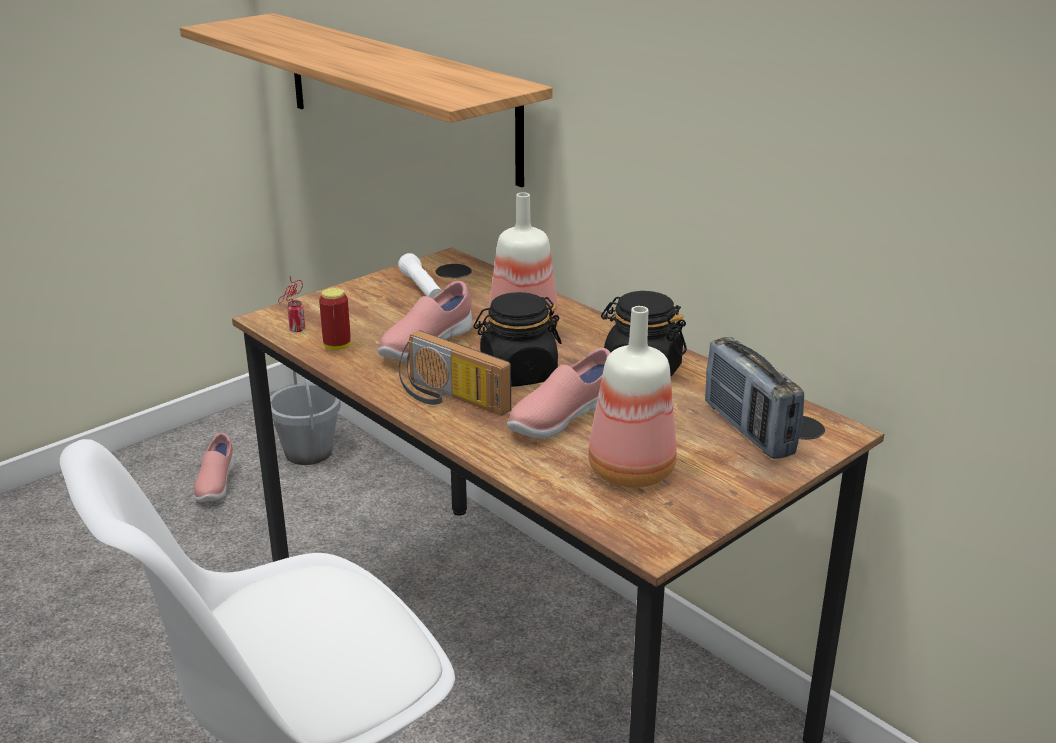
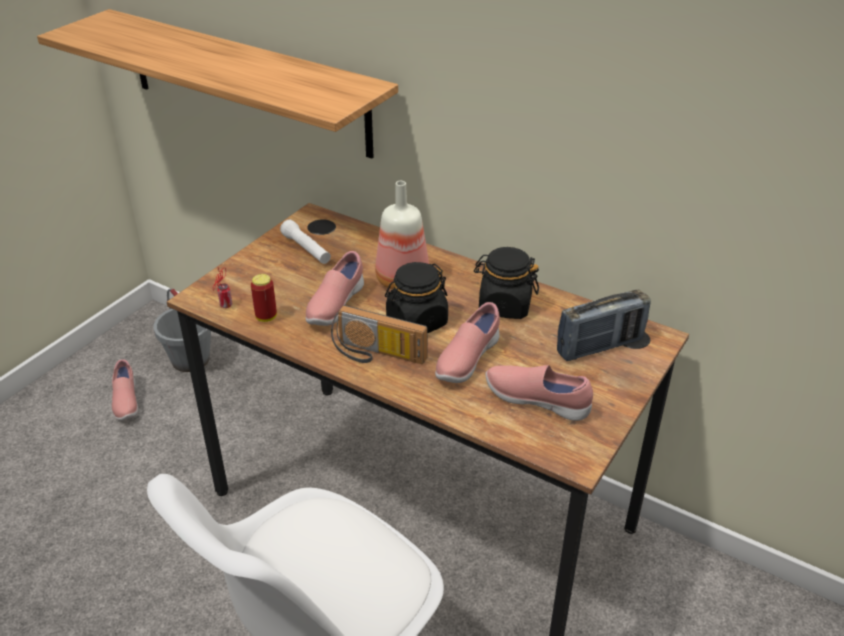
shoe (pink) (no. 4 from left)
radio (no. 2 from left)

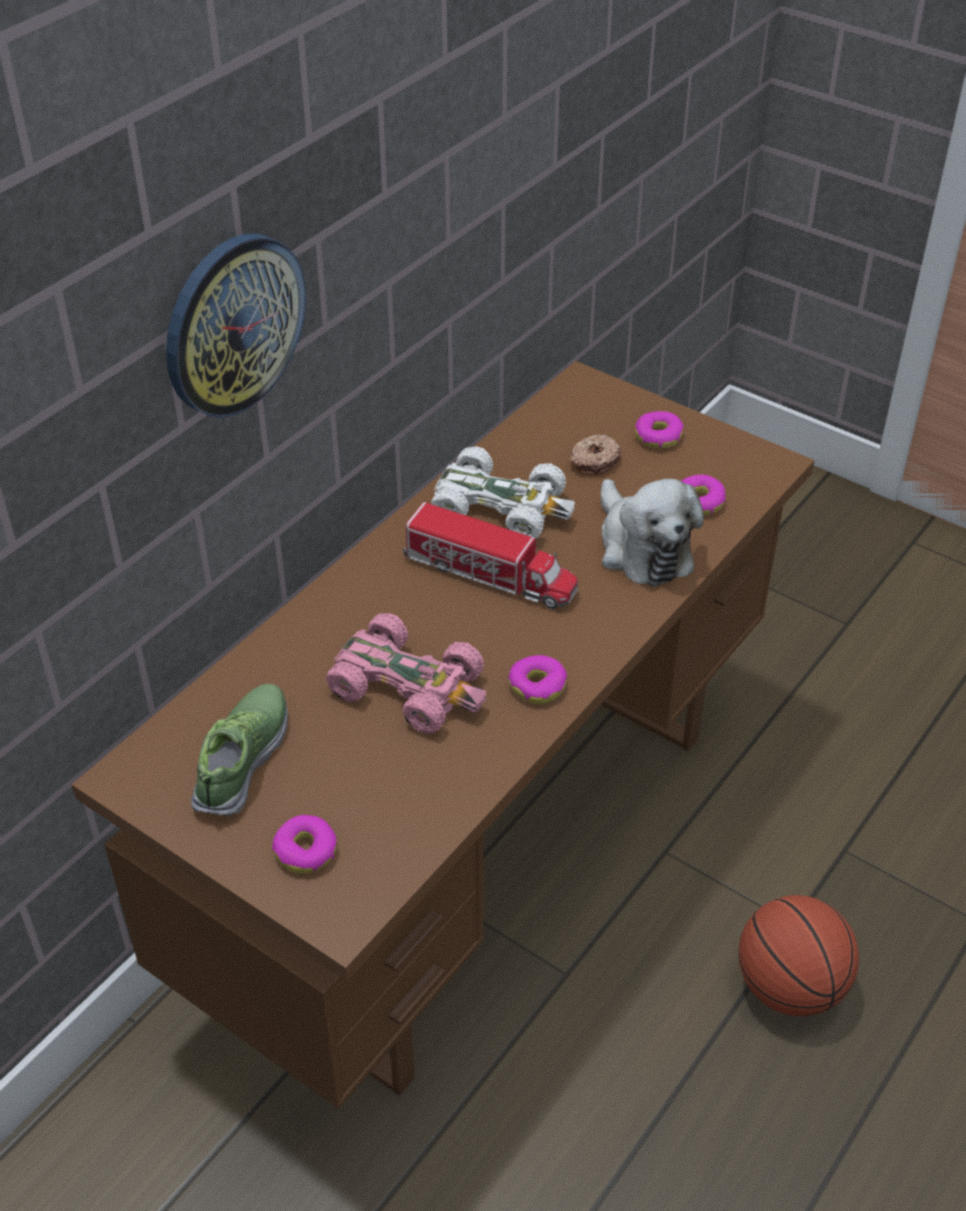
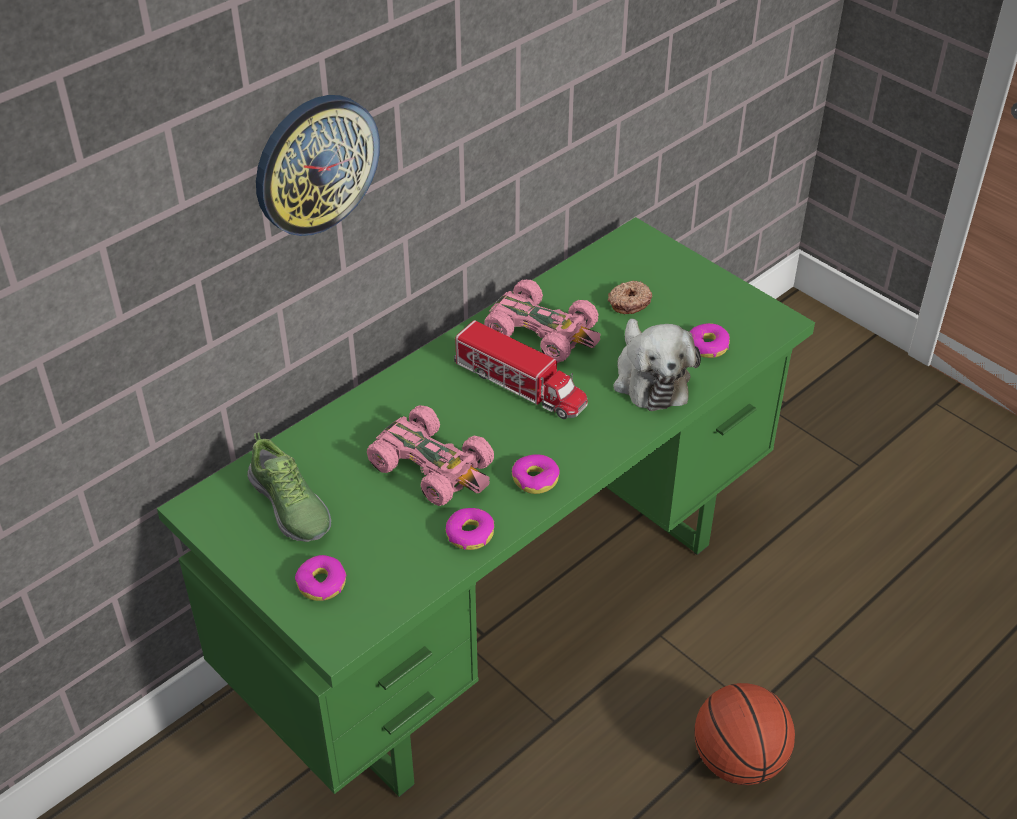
desk (green)
donut (no. 2 from left)
toy car (pink) (no. 2 from left)
shoe

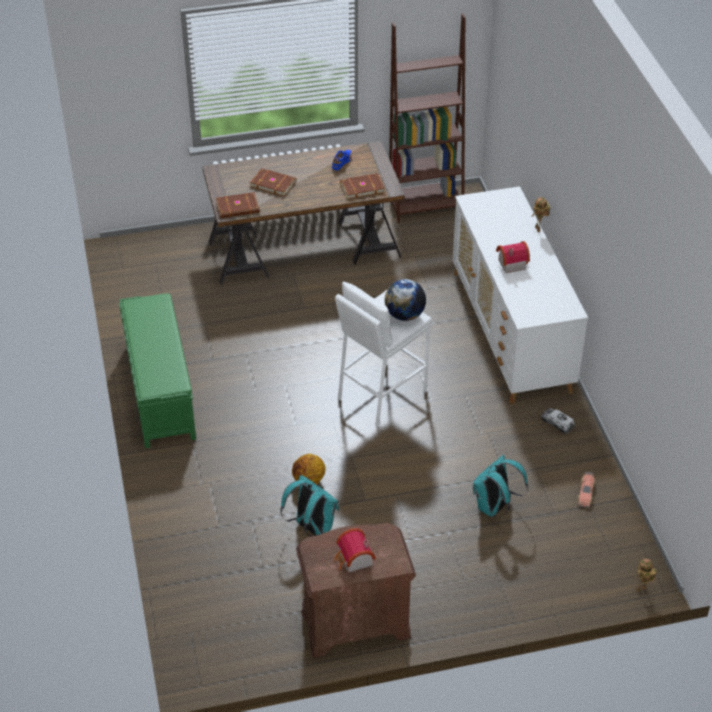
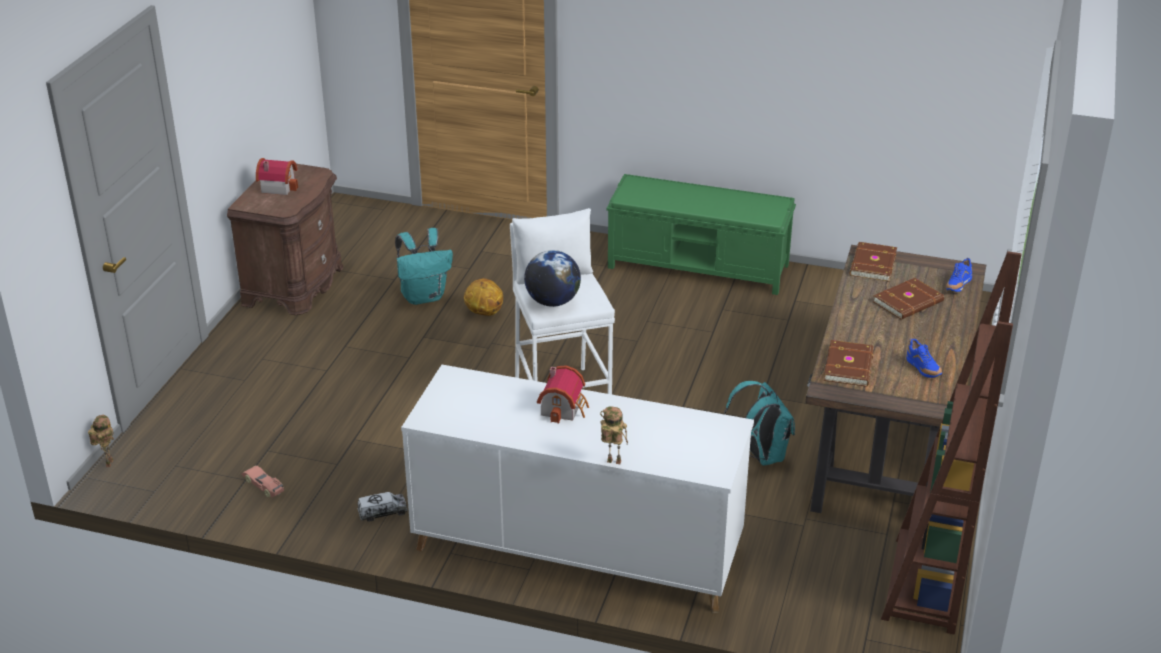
backpack (turquoise) (no. 2 from left)
shoe (blue) (no. 2 from left)

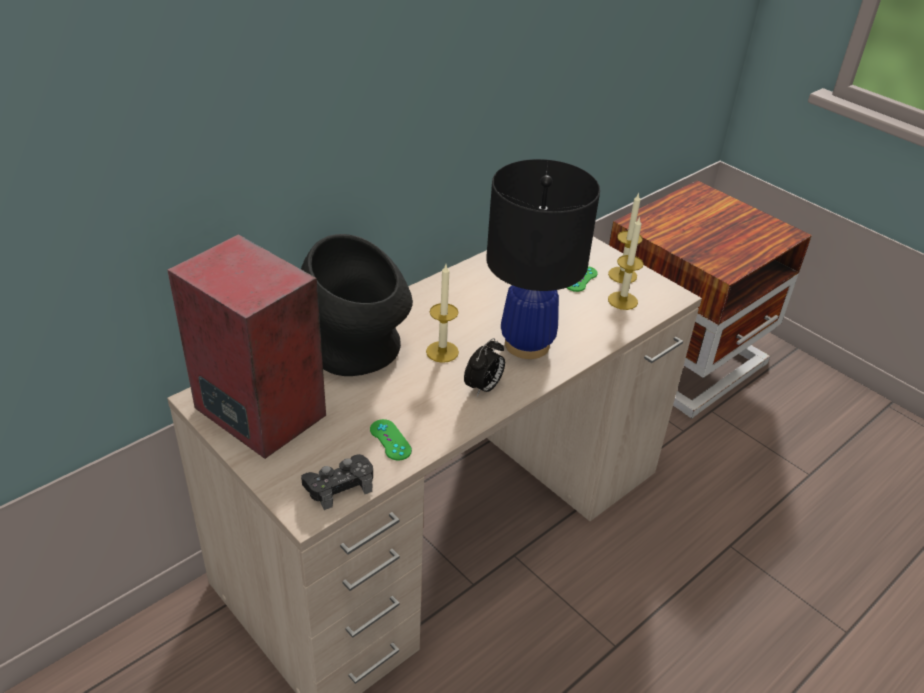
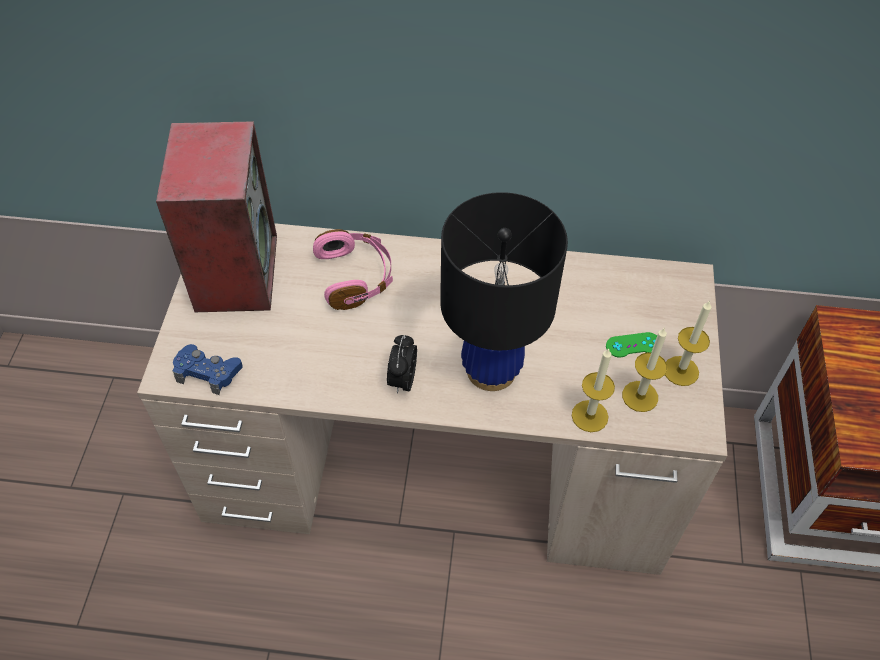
headphones (pink)
candle (no. 1 from left)
alarm clock
game controller (green) (no. 1 from left in the first image)
game controller (blue)

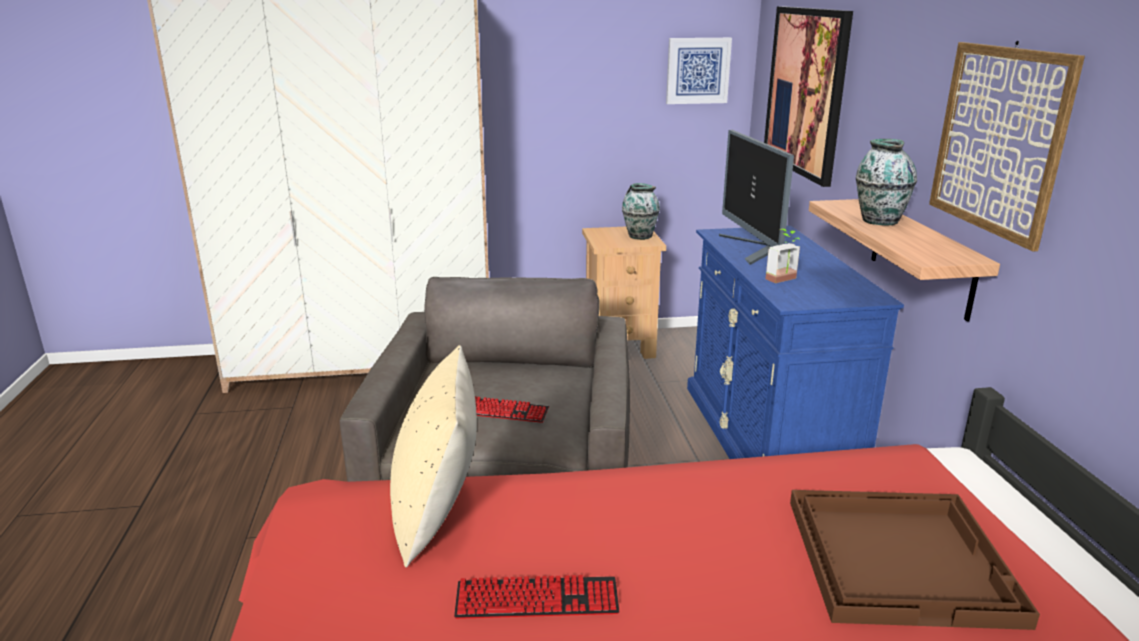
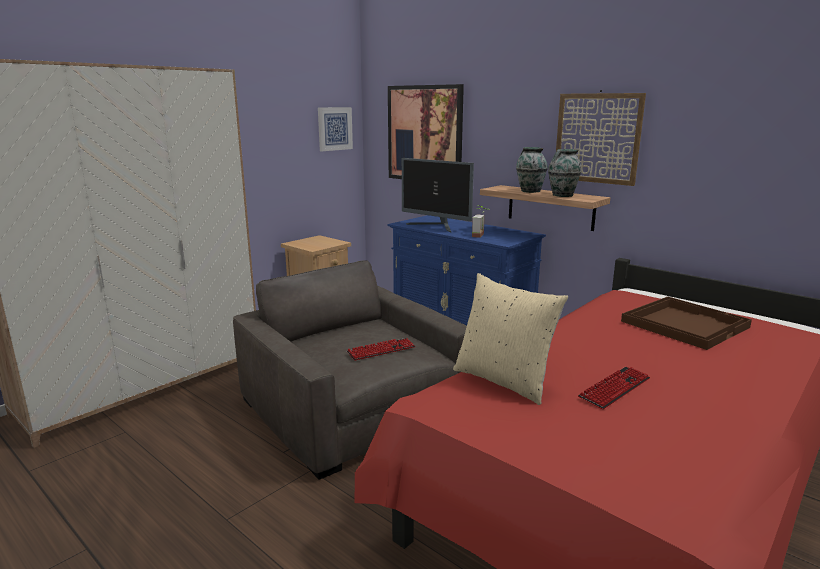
vase (no. 2 from left)

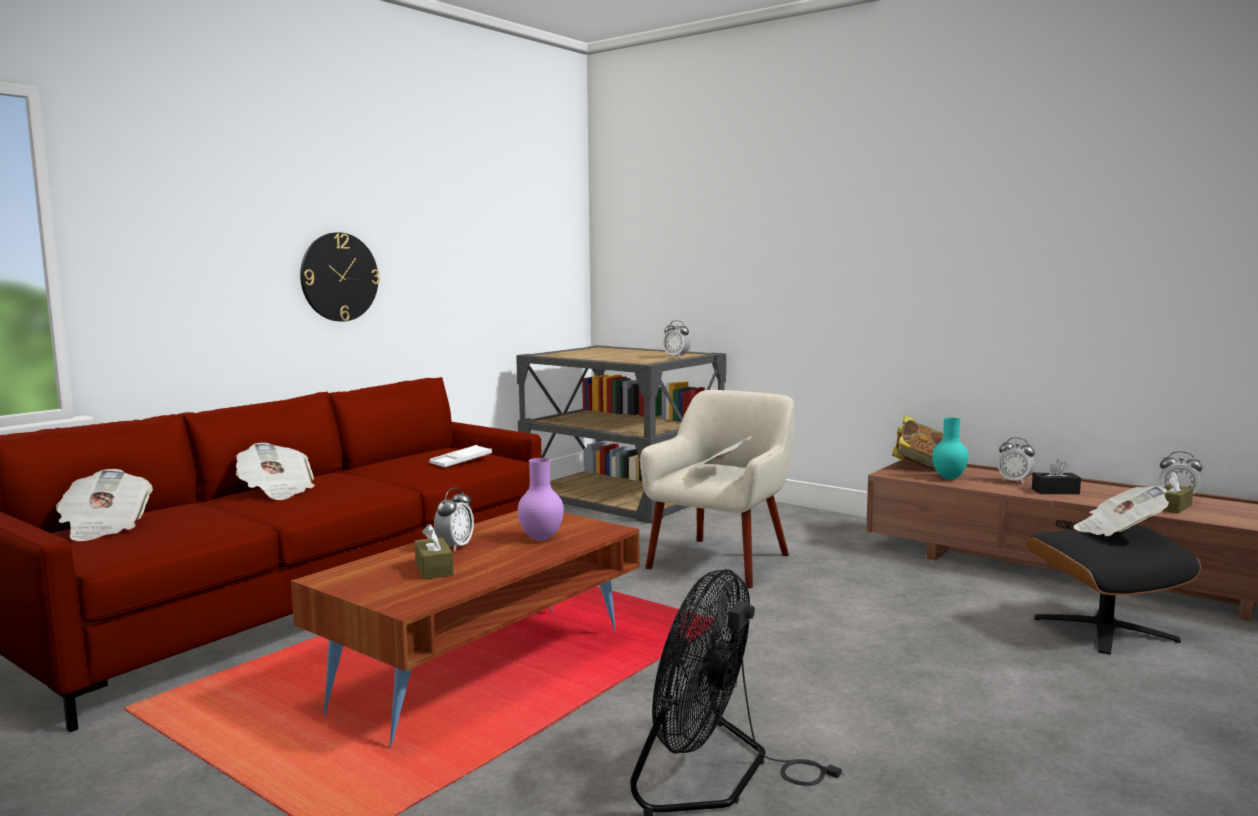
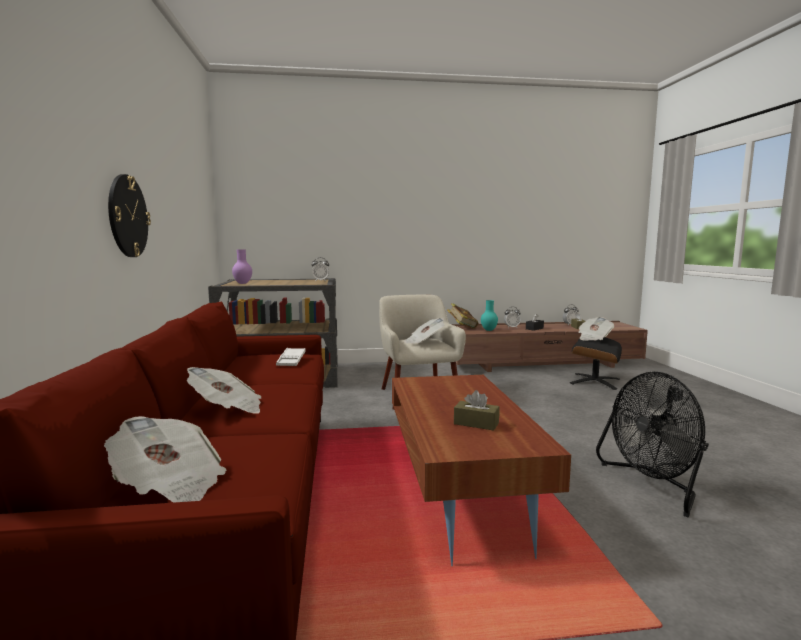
vase (purple)
alarm clock (no. 1 from left in the first image)

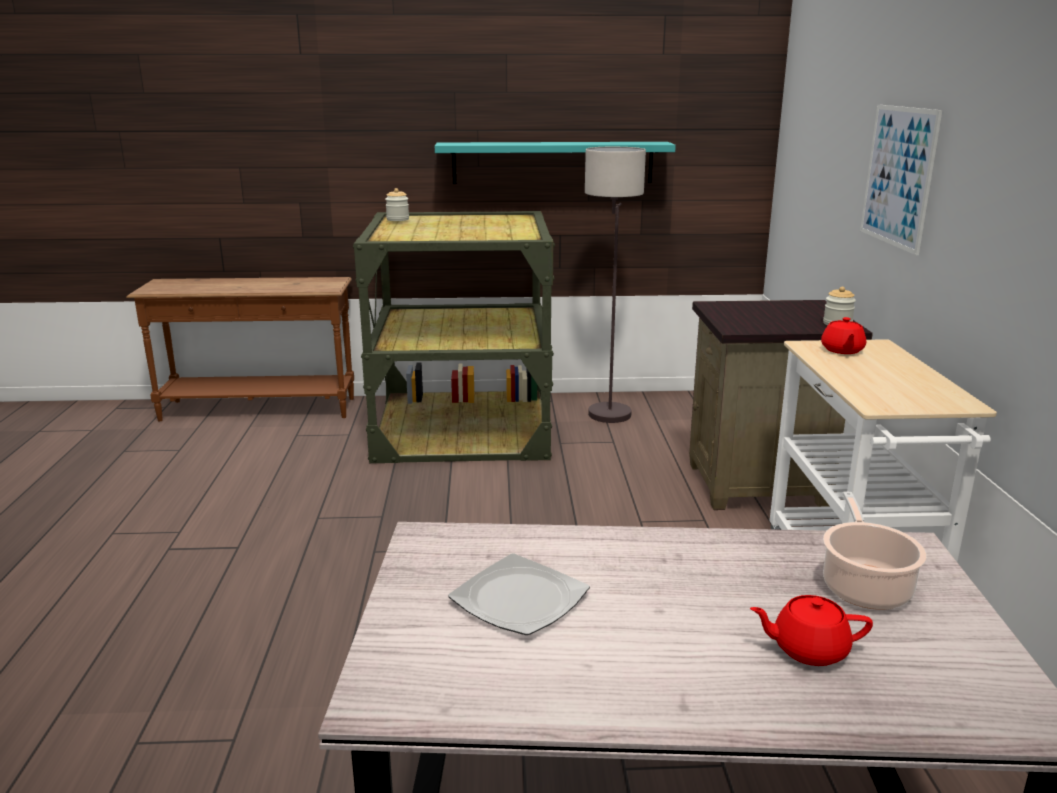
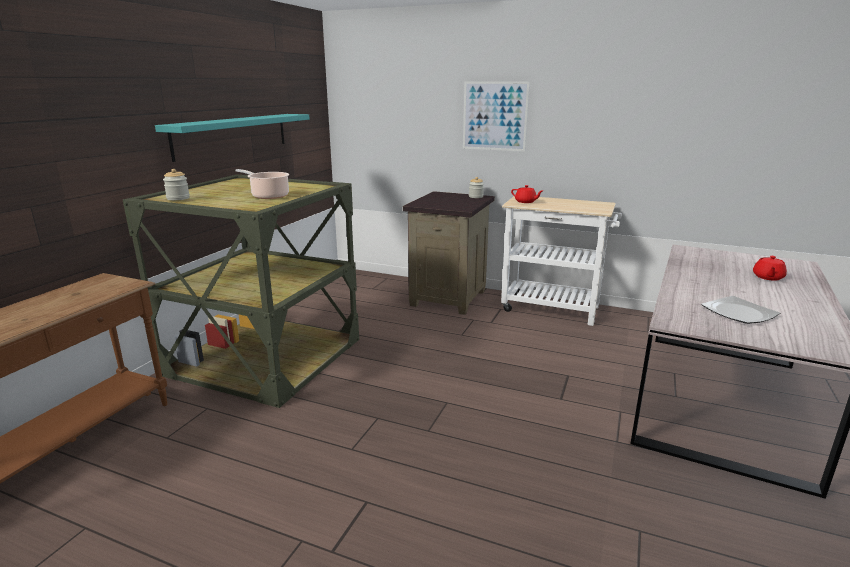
floor lamp (grey)
cooking pot

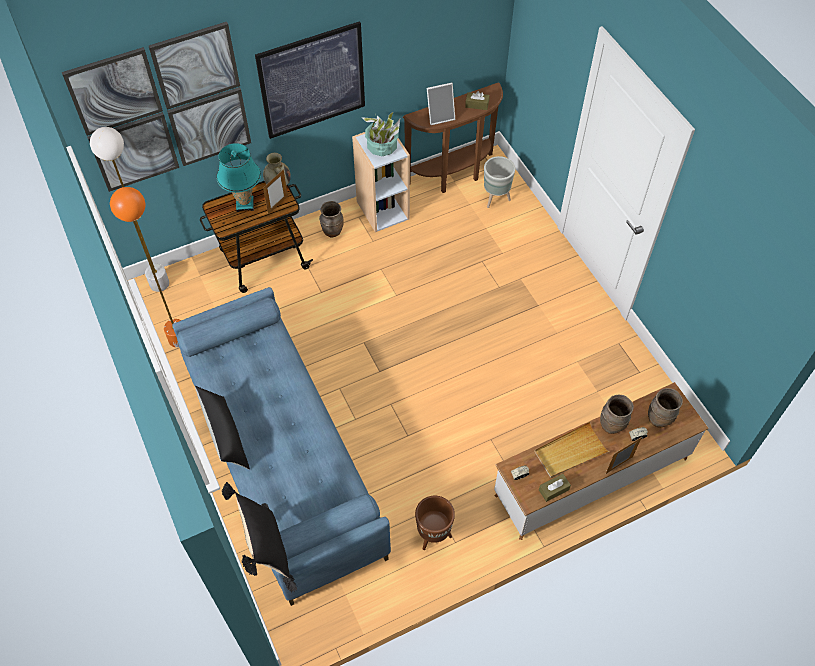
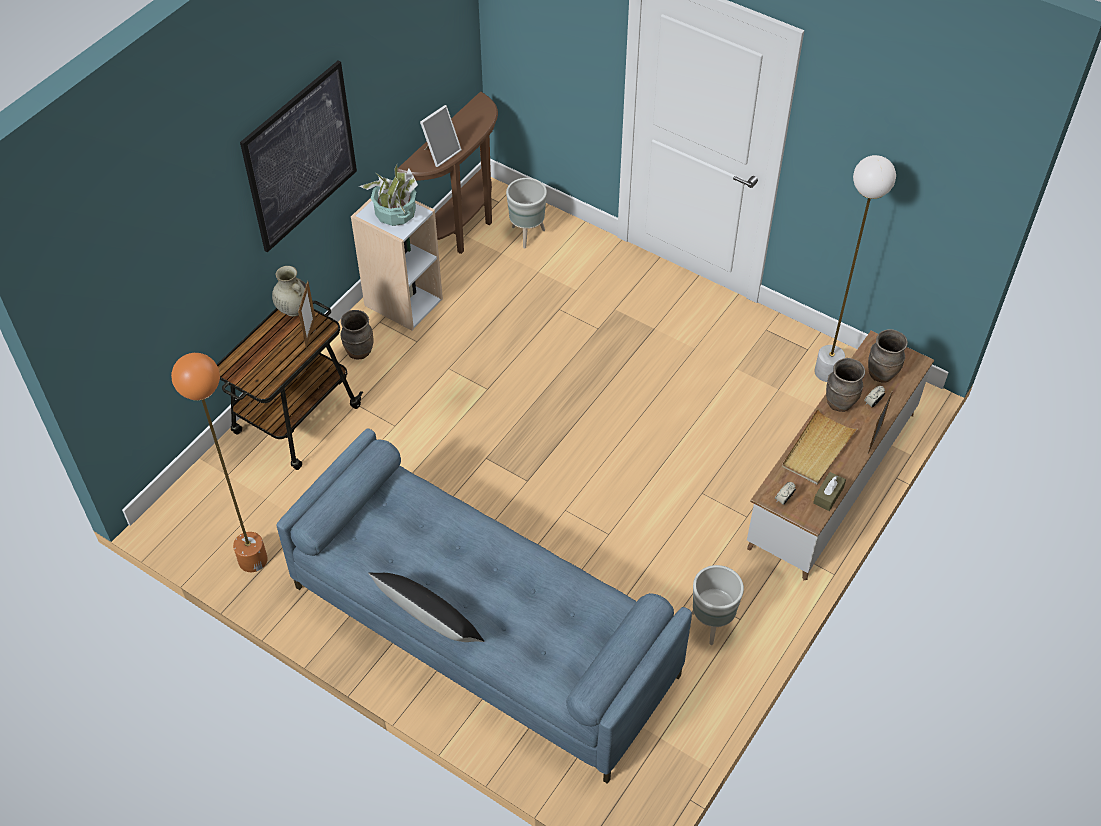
picture (no. 1 from left in the first image)
tissue box (brown) (no. 1 from left in the first image)
floor lamp (white)
table lamp (turquoise)
pillow (black) (no. 2 from left in the first image)
planter (grey) (no. 2 from left)

